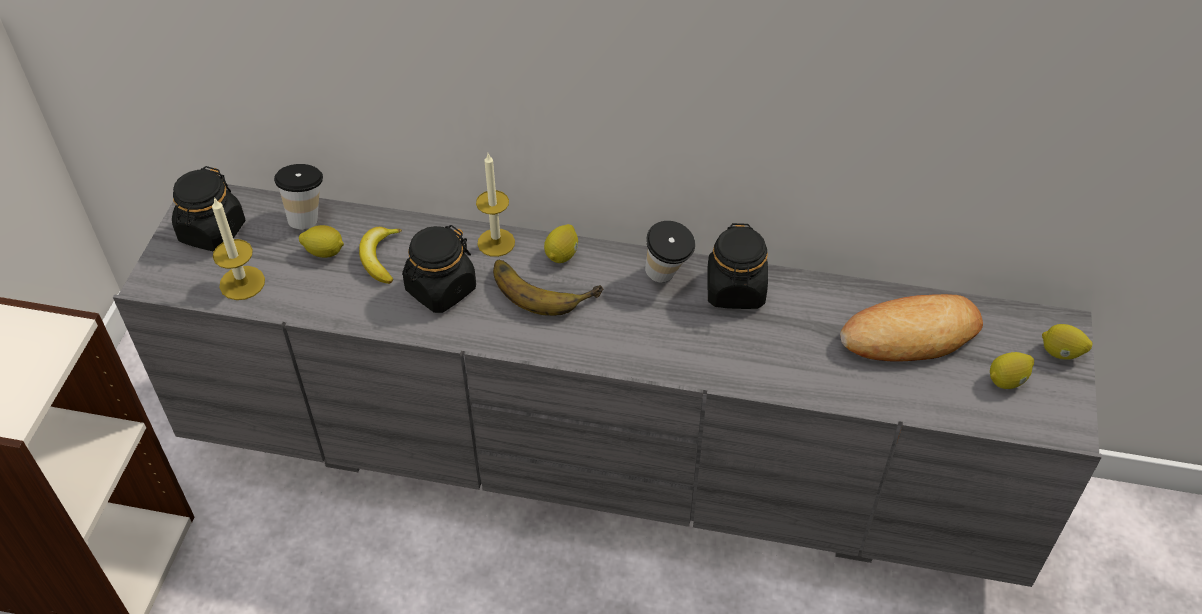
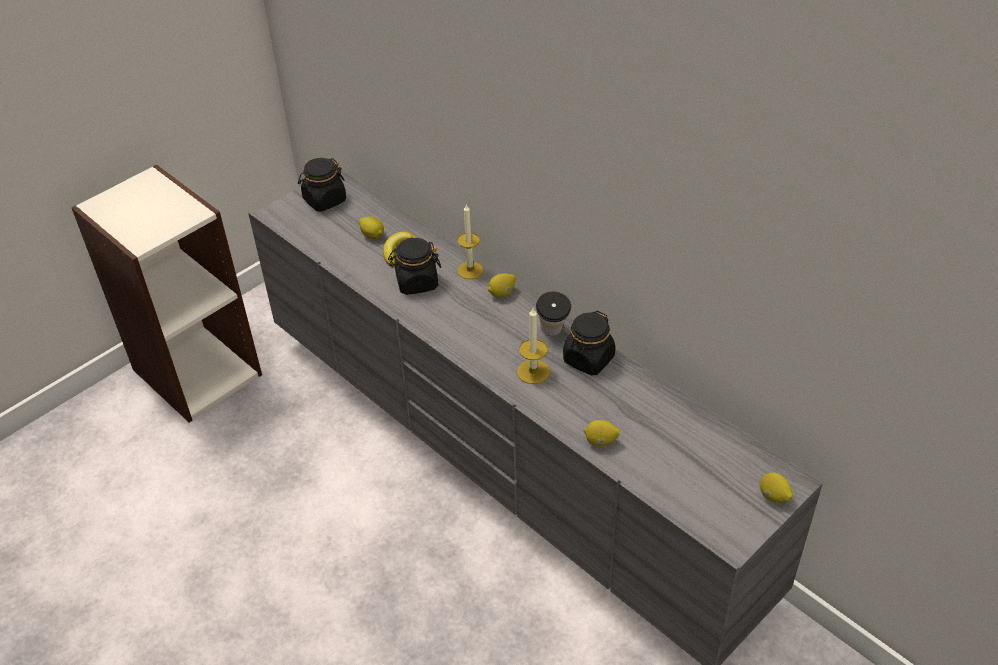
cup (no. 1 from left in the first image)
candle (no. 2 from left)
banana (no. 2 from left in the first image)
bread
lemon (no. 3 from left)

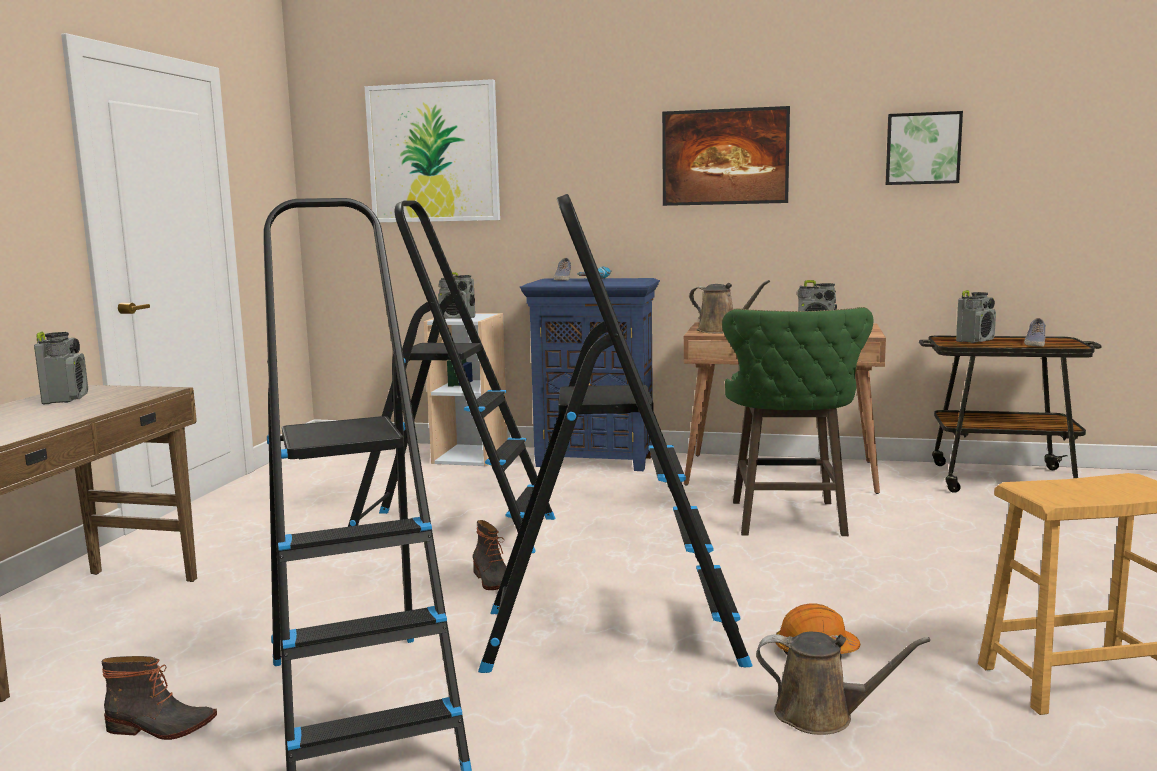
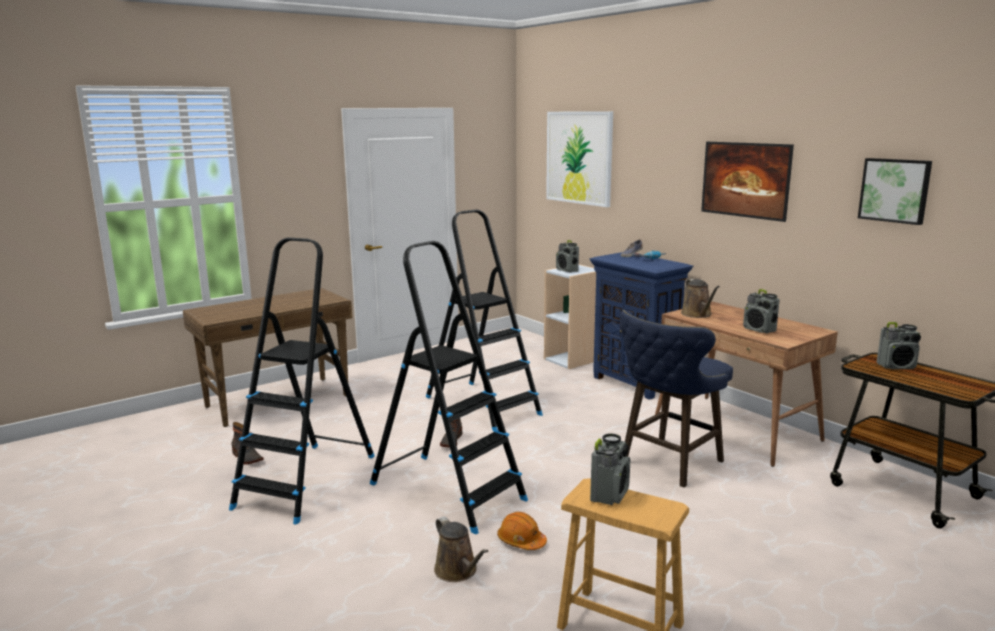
stool (blue)
shoe (no. 2 from left in the first image)
radio (no. 2 from left)

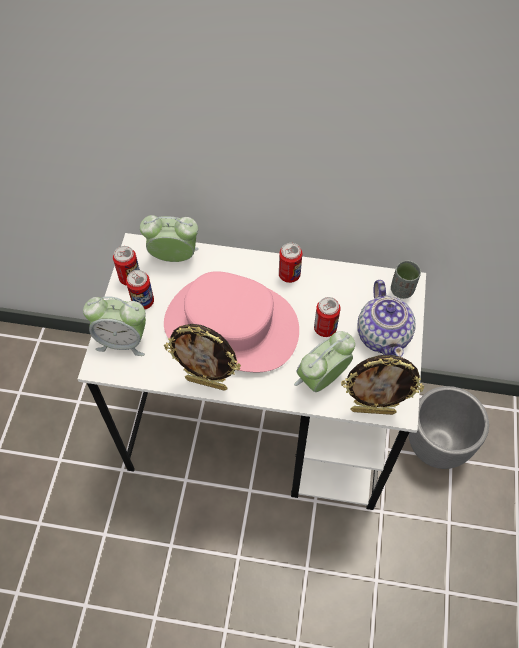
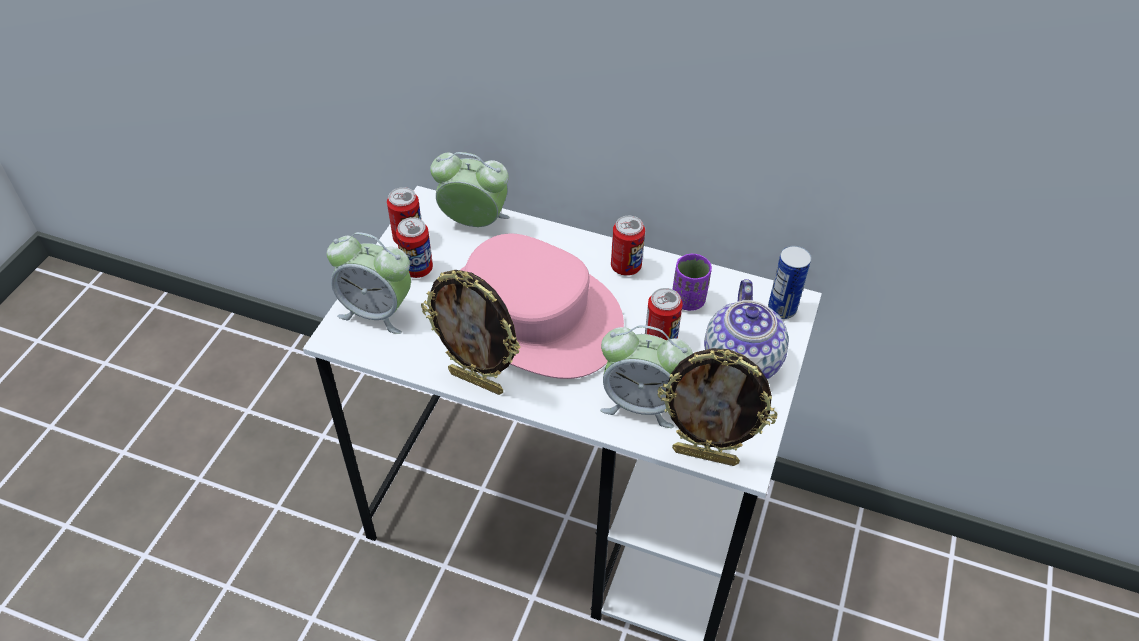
can (no. 5 from left)
alarm clock (no. 3 from left)
planter (grey)
cup (purple)

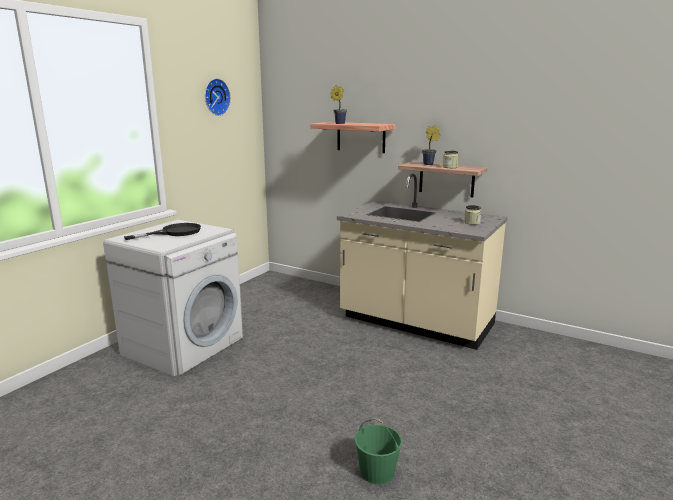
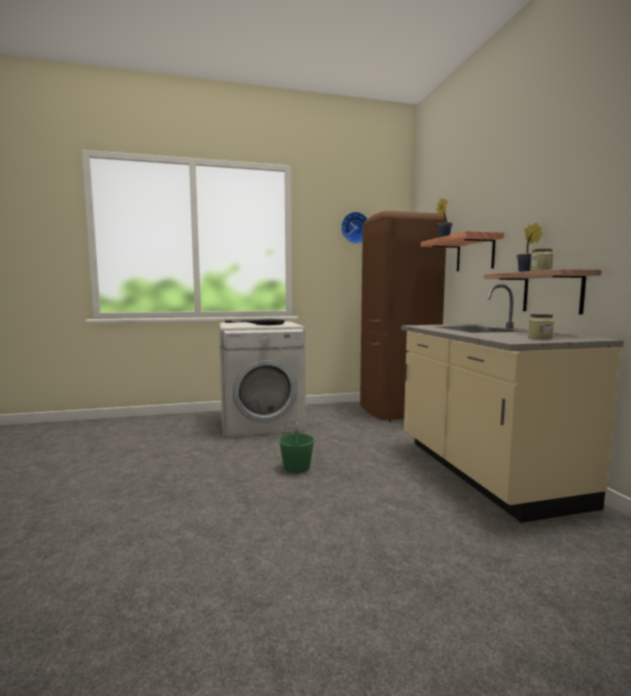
bucket (green)
fridge (brown)

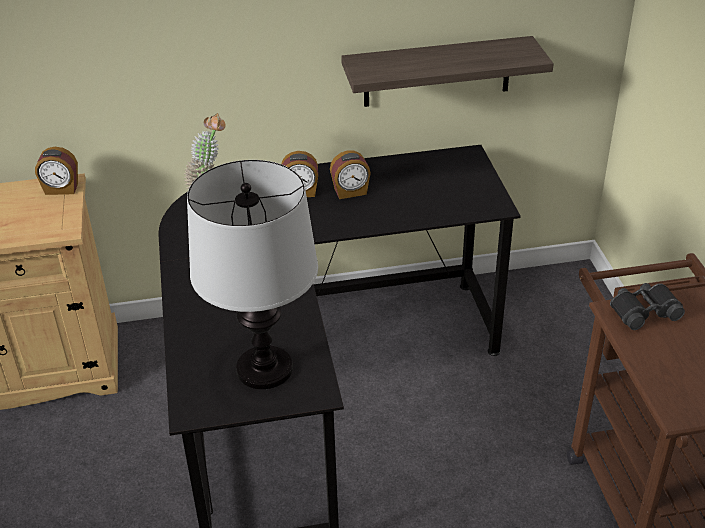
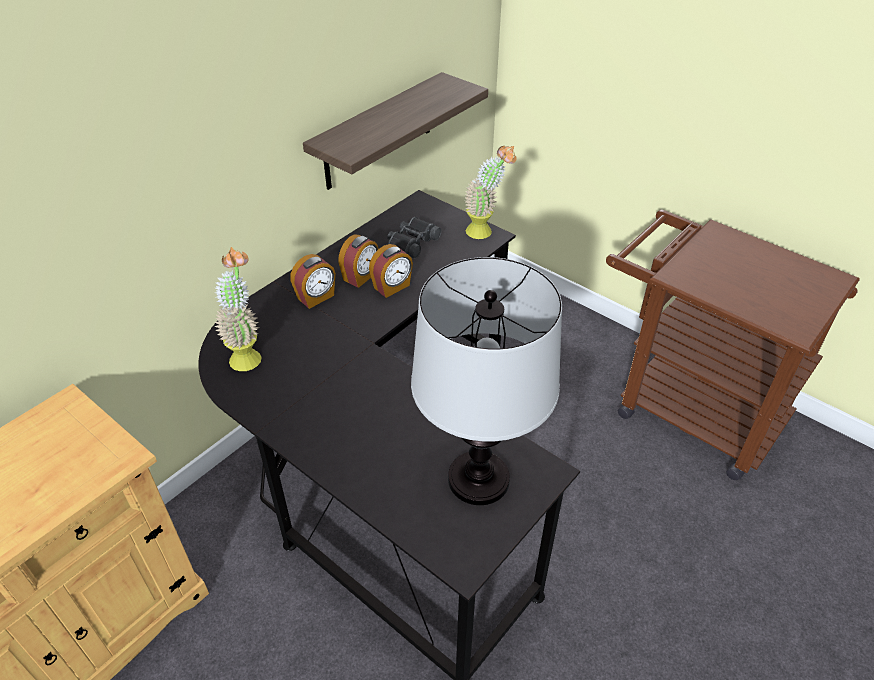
alarm clock (no. 3 from left)
binoculars (black)
potted plant (no. 2 from left)

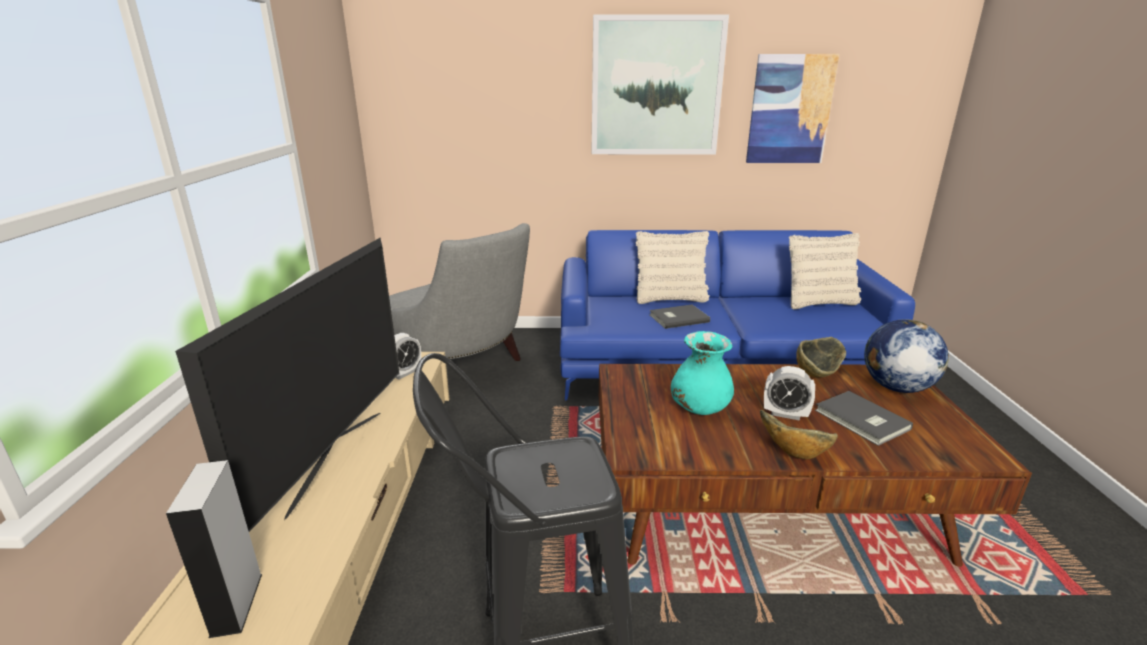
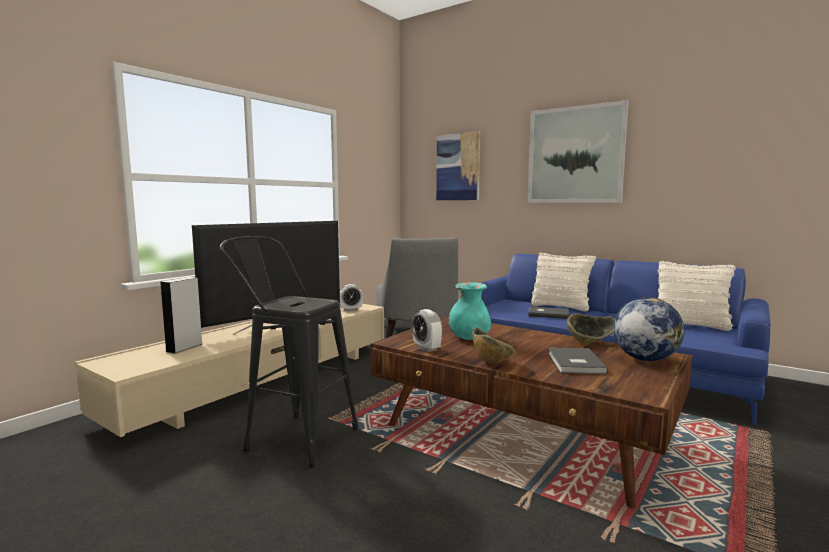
picture (no. 1 from left)
alarm clock (no. 2 from left)

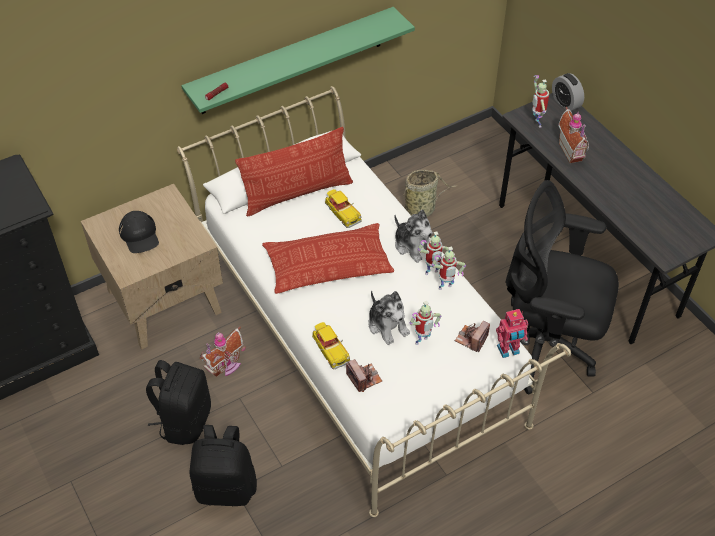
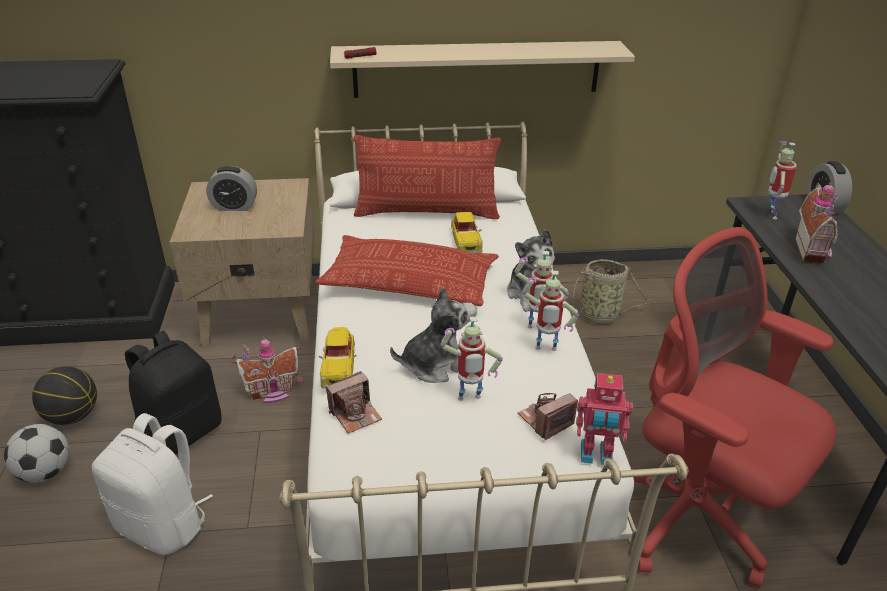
shelf (beige)
office chair (red)
alarm clock (no. 1 from left)
plush toy (no. 1 from left)
photo camera (no. 1 from left)
backpack (white)
basketball
football

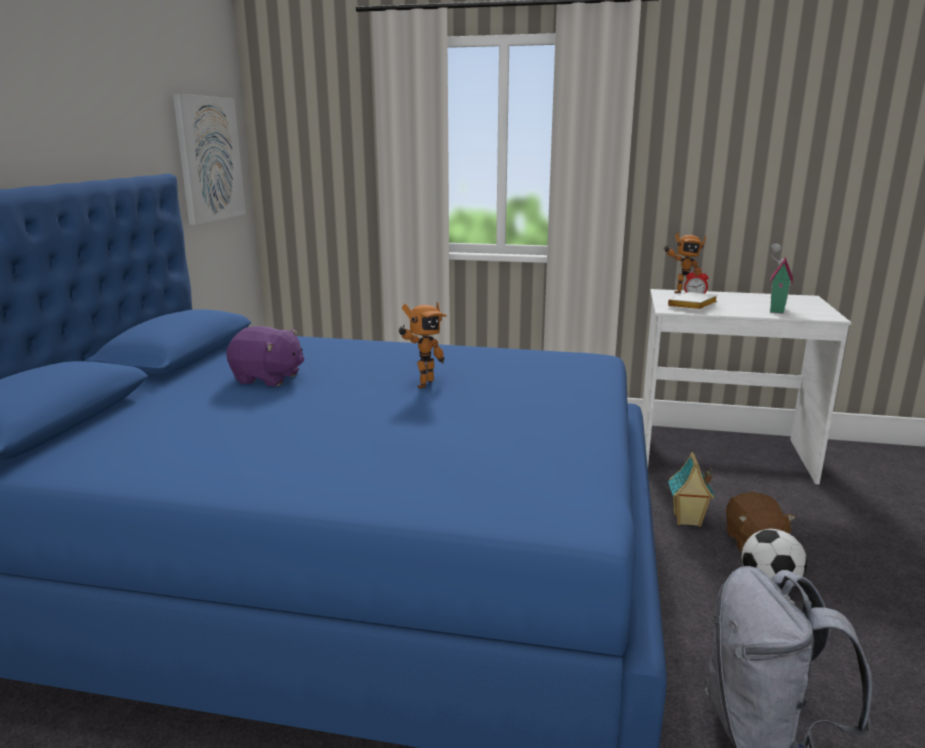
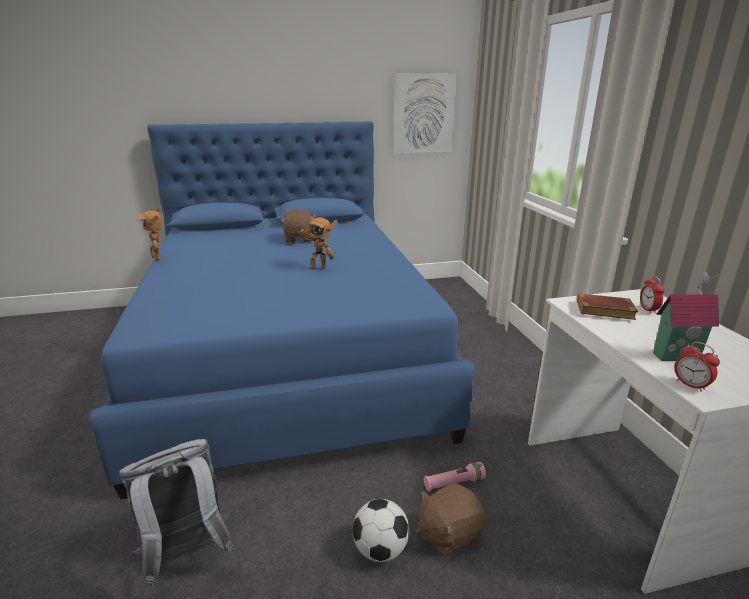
toy robot (no. 1 from left)
book (brown)
plush toy (brown) (no. 1 from left)
flashlight (pink)
alarm clock (no. 2 from left)

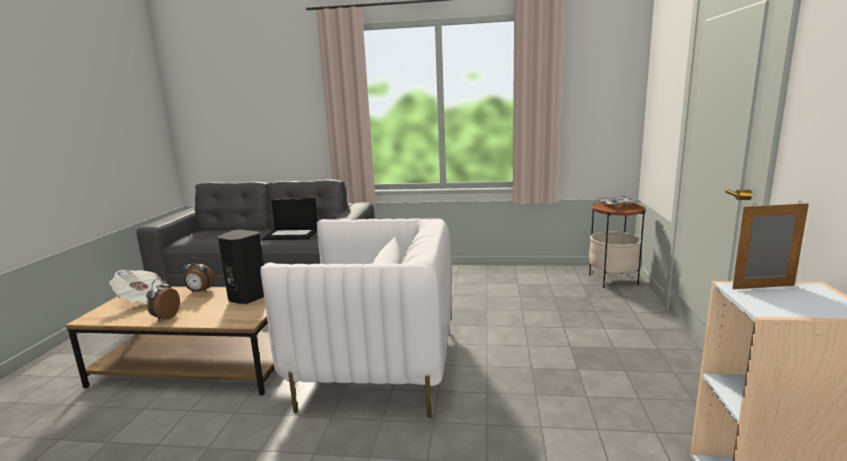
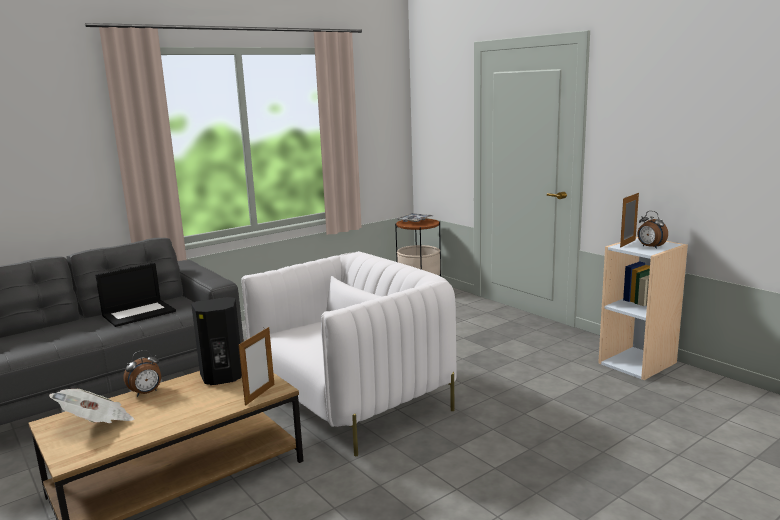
alarm clock (no. 2 from left)
picture frame (no. 1 from left)

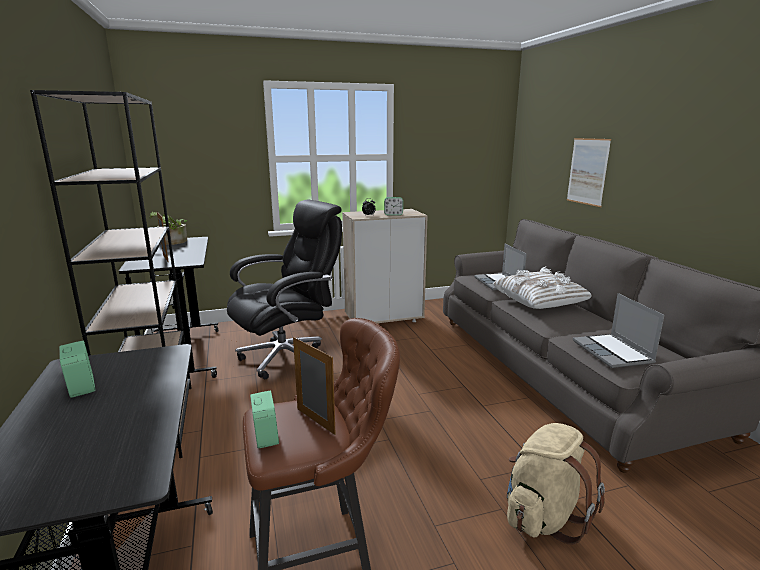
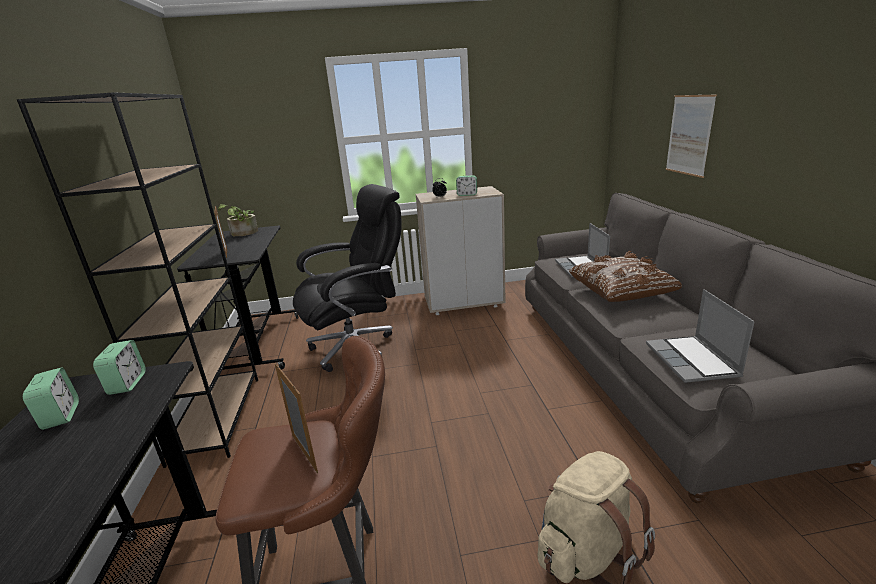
pillow (brown)
alarm clock (no. 2 from left)

